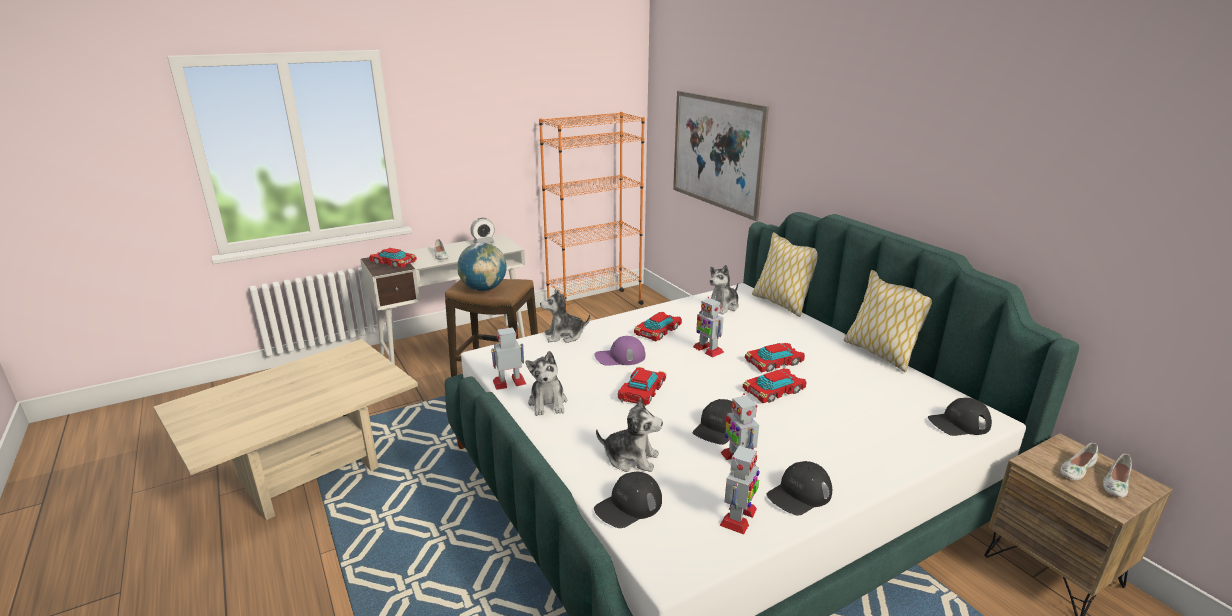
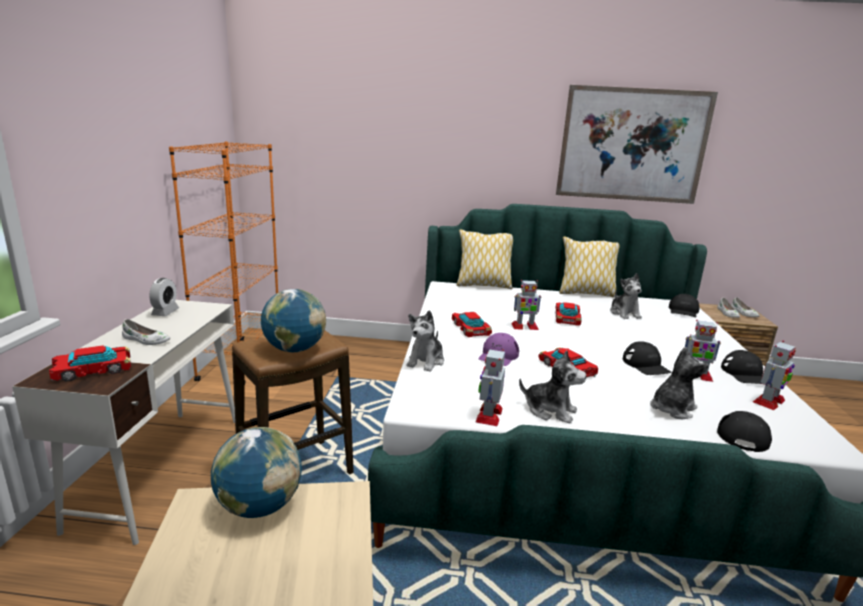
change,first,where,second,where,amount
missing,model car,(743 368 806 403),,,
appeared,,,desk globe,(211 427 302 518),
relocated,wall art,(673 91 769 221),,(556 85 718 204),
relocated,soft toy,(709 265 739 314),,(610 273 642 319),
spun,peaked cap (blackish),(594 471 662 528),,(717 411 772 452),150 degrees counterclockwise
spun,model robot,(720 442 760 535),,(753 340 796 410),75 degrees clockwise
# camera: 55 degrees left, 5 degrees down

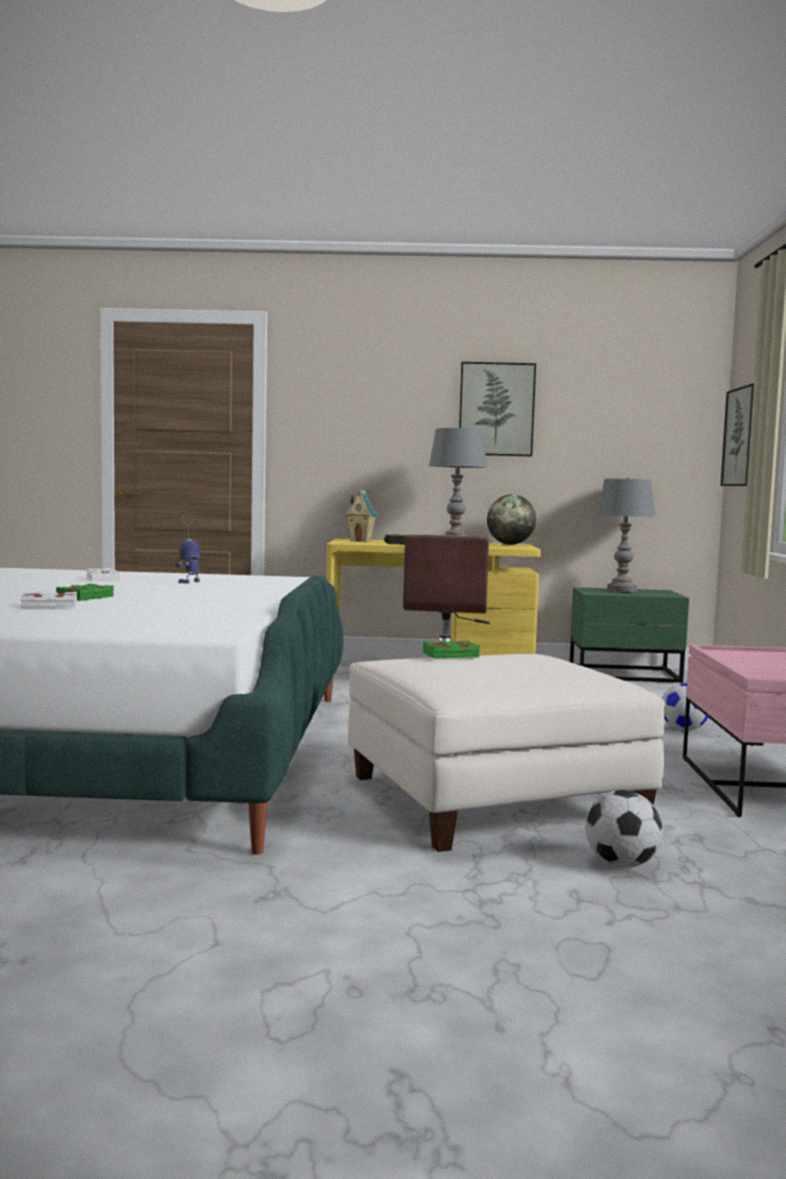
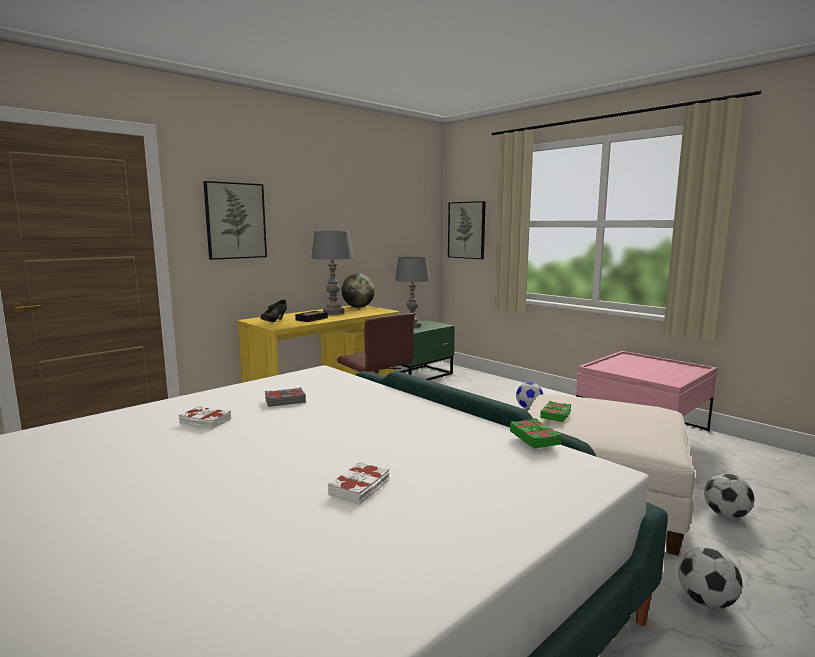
change,first,where,second,where,amount
appeared,,,football,(678 547 742 609),
relocated,book (greenish),(56 584 114 601),,(510 418 562 449),
relocated,wall art,(459 362 536 456),,(203 181 267 260),
exchanged,model robot,(176 516 200 583),book (grey),(265 387 306 407),
exchanged,model house,(344 490 378 542),item of footwear (blackish),(260 300 287 322),
# camera: 45 degrees left, 5 degrees up

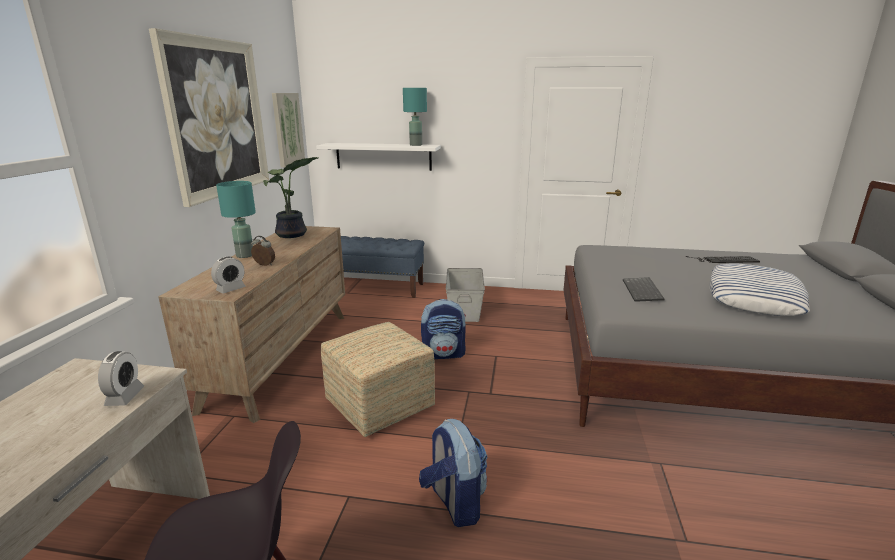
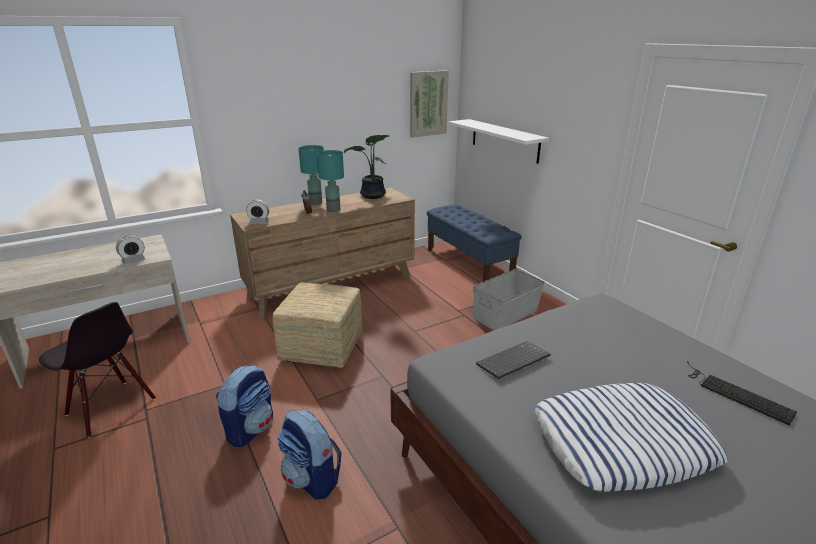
change,first,where,second,where,amount
missing,wall art,(149 28 269 207),,,
relocated,tabletop lamp (turquoise),(403 88 427 146),,(317 150 344 212),
relocated,rucksack,(421 299 466 359),,(277 410 342 500),
# camera: 50 degrees right, 5 degrees up

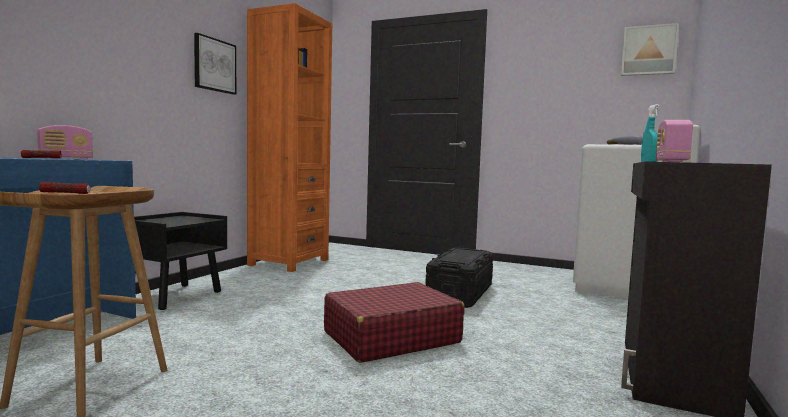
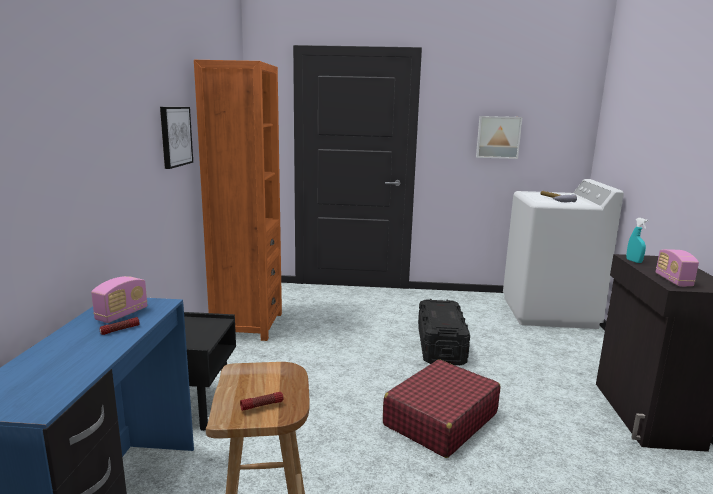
change,first,where,second,where,amount
relocated,wall art,(621 23 679 76),,(476 116 523 159),
# camera: 20 degrees left, 10 degrees up

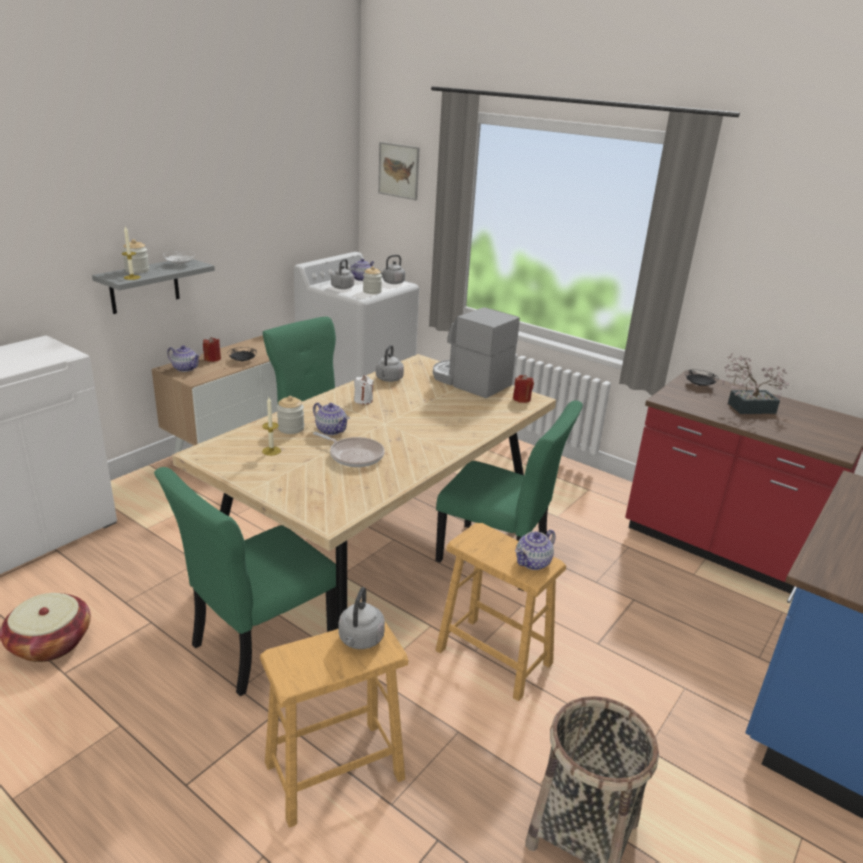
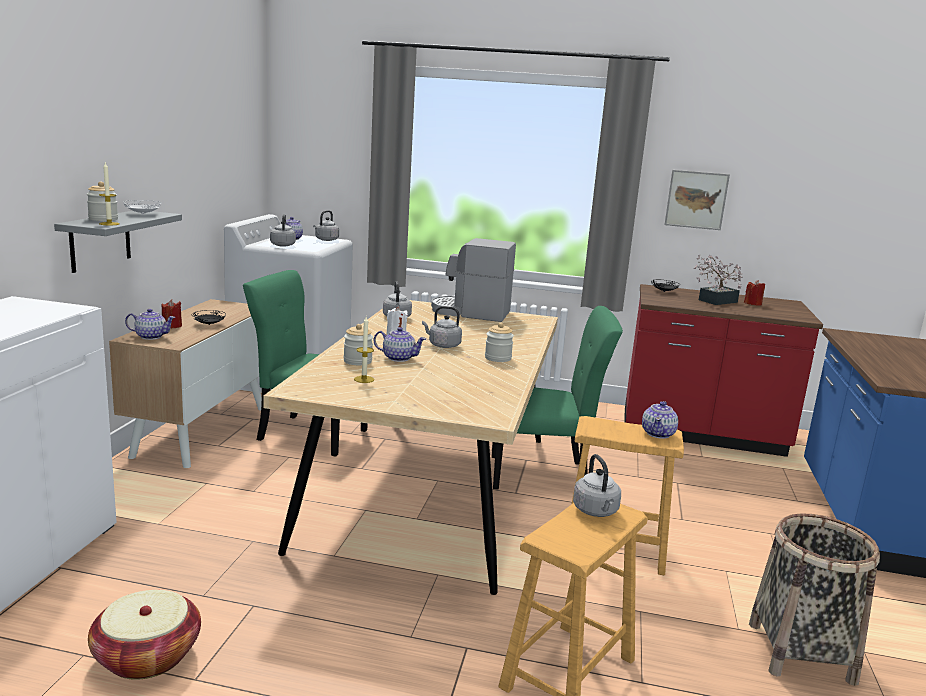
change,first,where,second,where,amount
missing,plain chair (greenish),(154 467 336 696),,,
missing,skillet,(313 432 385 467),,,
appeared,,,water kettle (grey),(422 306 462 348),
relocated,jar,(363 266 382 294),,(485 323 514 362),
relocated,wall art,(378 142 420 200),,(664 170 730 230),
relocated,wax candle (red-coloured),(513 375 534 403),,(744 280 765 306),
# camera: 25 degrees left, 10 degrees down

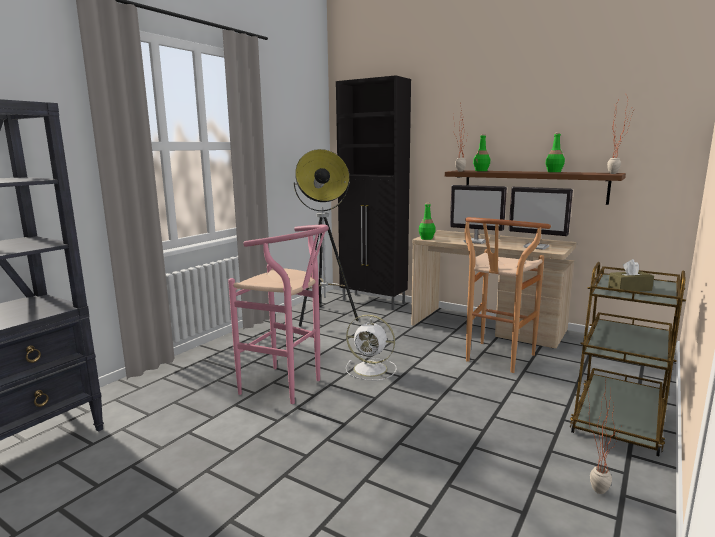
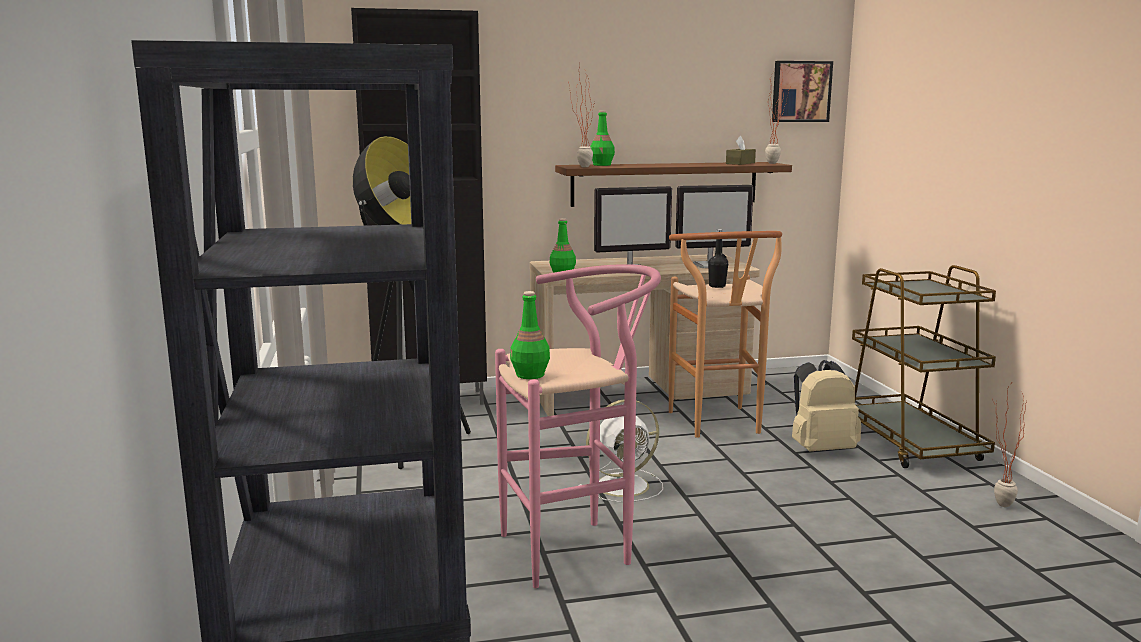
change,first,where,second,where,amount
appeared,,,drink bottle (blackish),(708 229 728 288),
appeared,,,wall art,(772 61 833 122),
appeared,,,rucksack (beige-coloured),(792 360 861 451),
relocated,drink bottle (greenish),(545 133 565 172),,(510 291 550 379),
relocated,tissue box (brownish),(608 259 654 292),,(726 136 756 165),
# camera: 45 degrees left, 0 degrees up

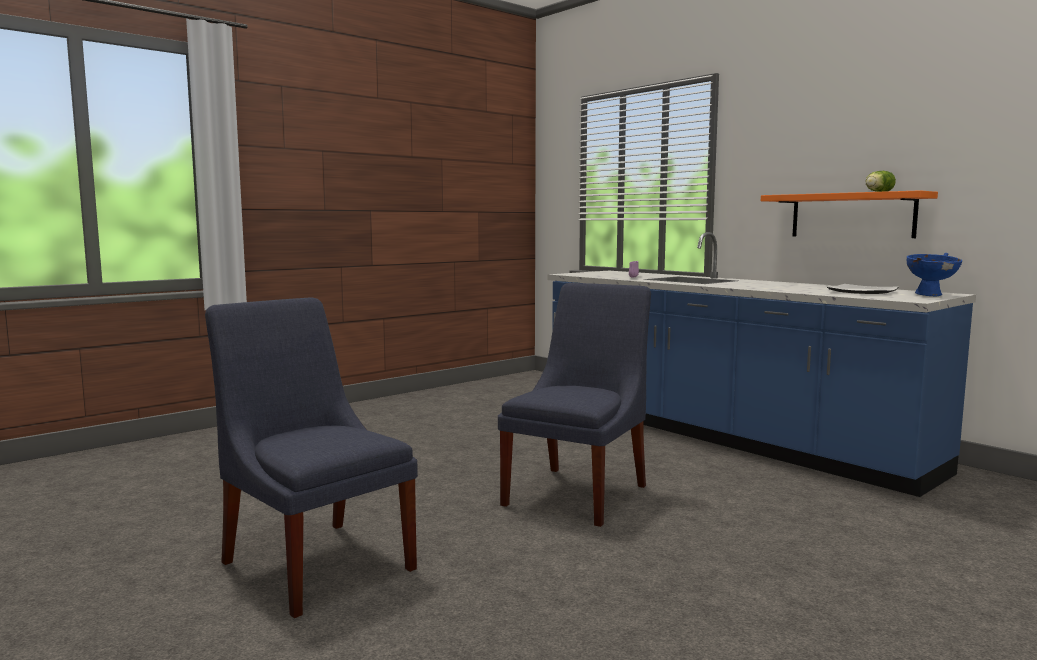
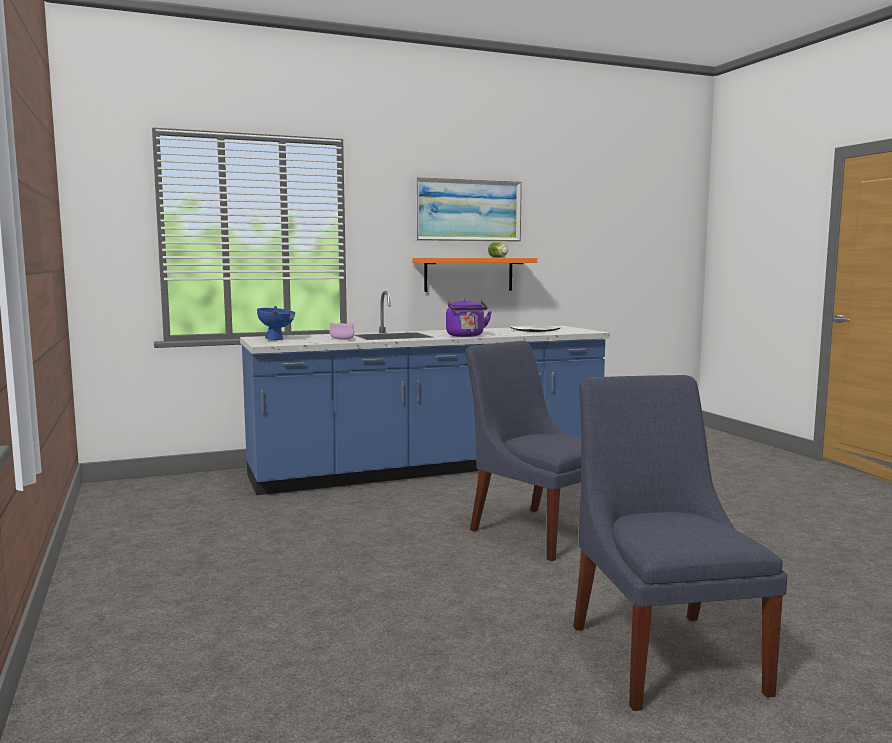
change,first,where,second,where,amount
appeared,,,wall art,(415 177 522 242),
appeared,,,water kettle (purple),(446 298 492 337),
relocated,serving bowl (blue),(907 253 962 296),,(257 306 295 340),
spun,plain chair (blue),(205 297 418 618),,(573 375 787 711),105 degrees clockwise
# camera: 70 degrees left, 0 degrees up

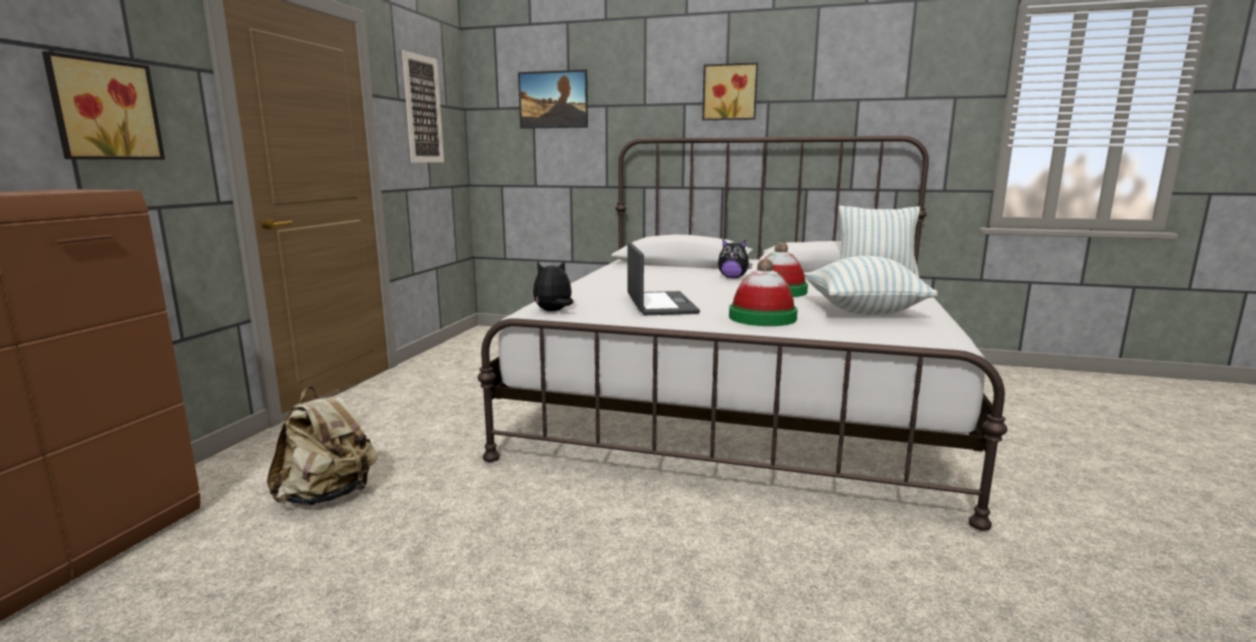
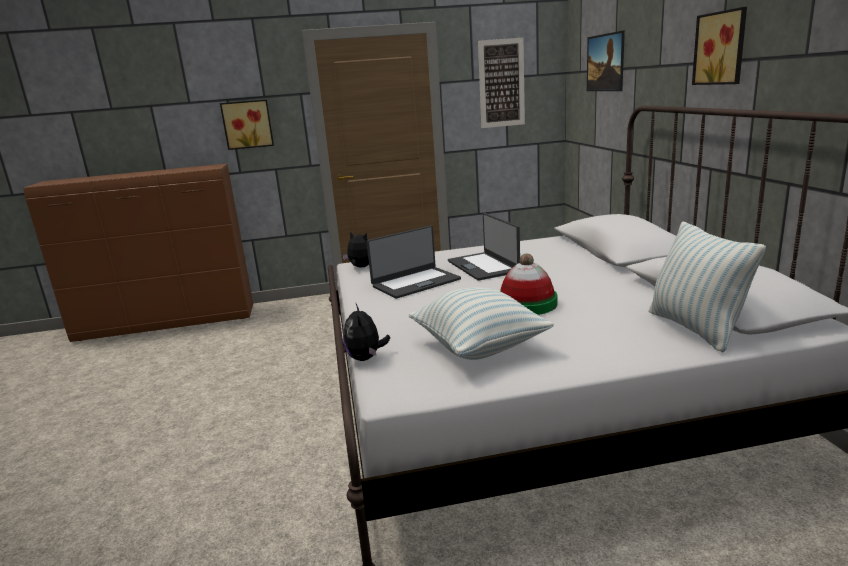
change,first,where,second,where,amount
missing,rucksack (beige-coloured),(267 386 378 505),,,
missing,wearable hat,(729 259 797 326),,,
appeared,,,notebook computer,(448 213 520 281),
relocated,soft toy,(718 240 752 278),,(343 304 390 361),
# camera: 65 degrees right, 5 degrees up

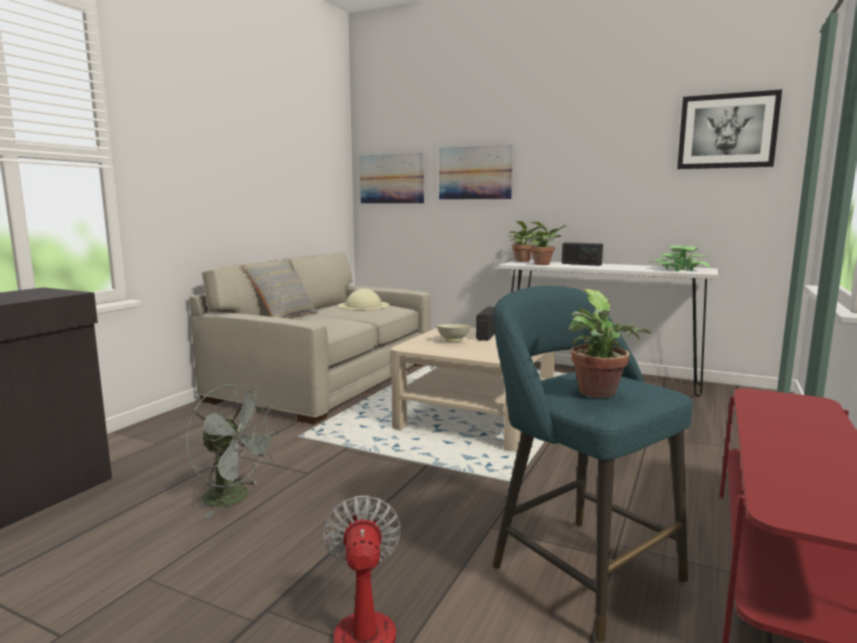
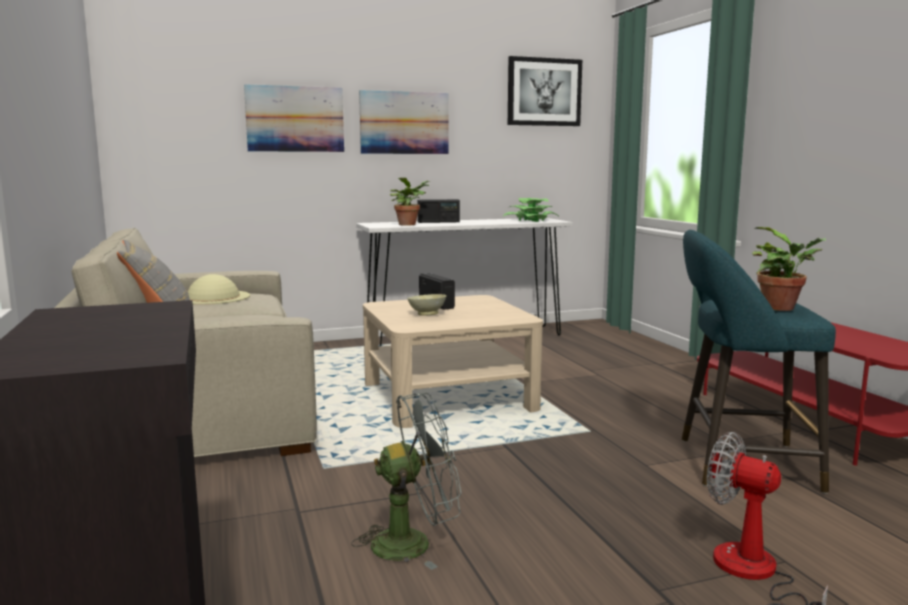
change,first,where,second,where,amount
missing,houseplant,(508 221 544 262),,,
relocated,wall art,(360 153 424 204),,(359 90 449 154),
# camera: 45 degrees left, 0 degrees up

